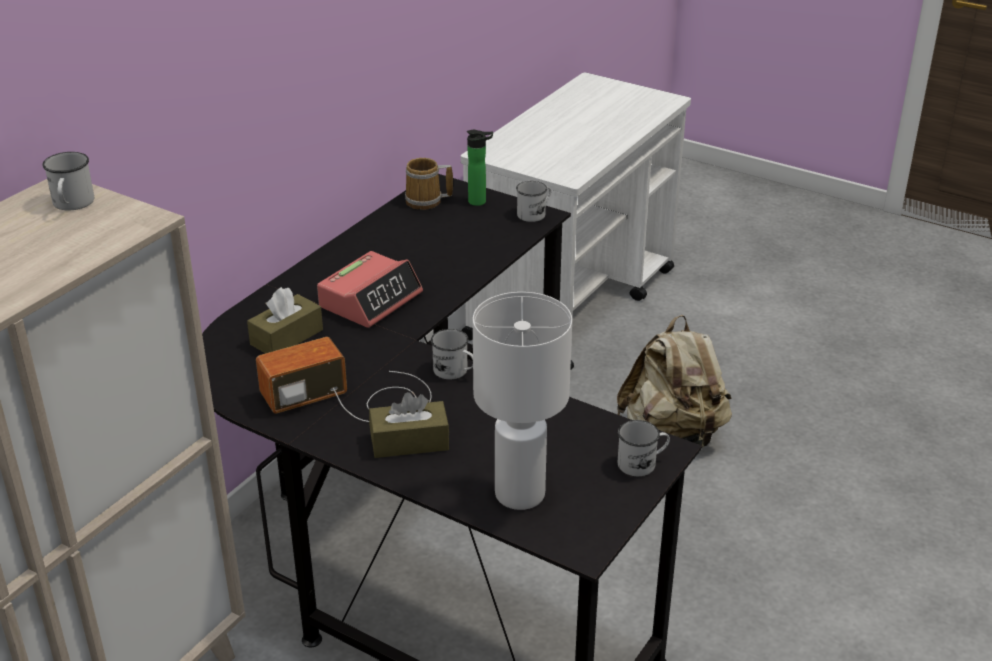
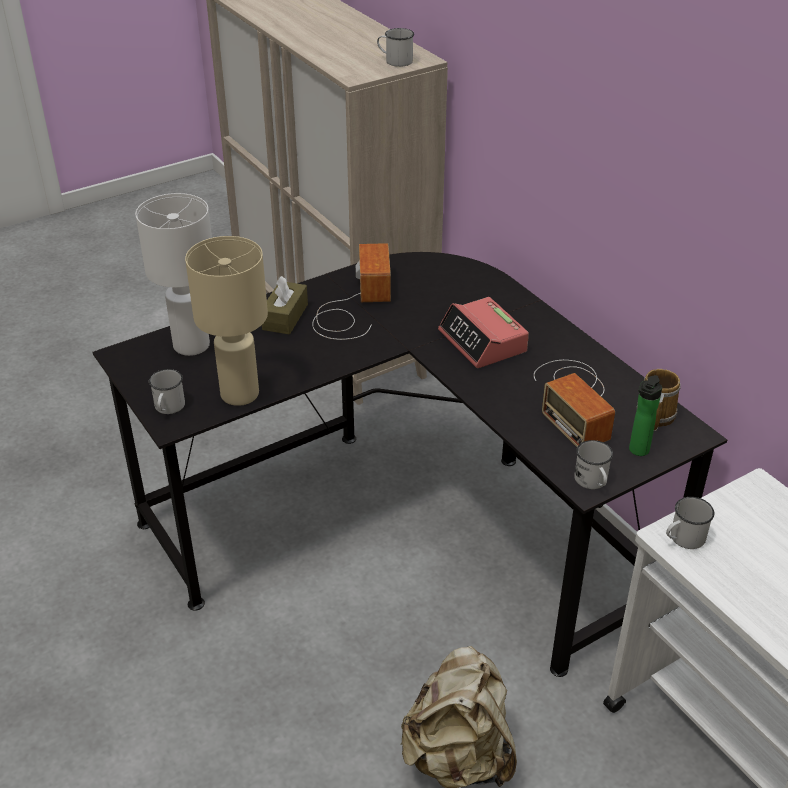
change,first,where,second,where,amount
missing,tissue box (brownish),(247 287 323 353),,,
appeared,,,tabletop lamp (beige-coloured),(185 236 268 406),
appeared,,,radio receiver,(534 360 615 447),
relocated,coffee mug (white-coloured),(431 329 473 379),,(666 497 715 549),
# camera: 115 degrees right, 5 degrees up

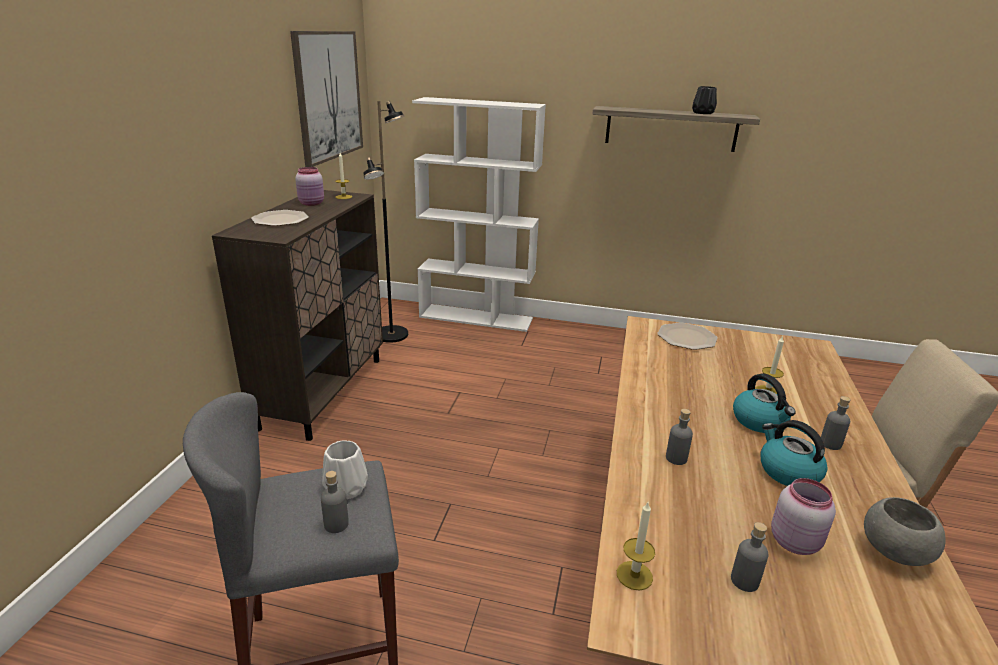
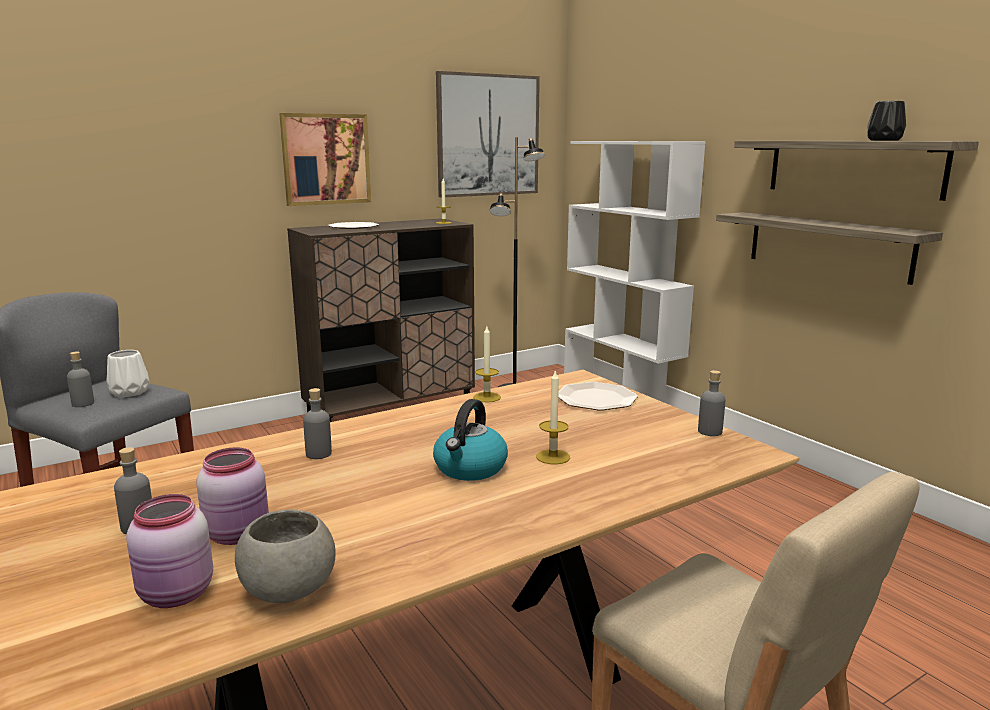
change,first,where,second,where,amount
missing,water kettle,(760 420 827 486),,,
appeared,,,wall art,(279 113 371 206),
appeared,,,shelf,(716 212 943 285),
relocated,jar (pink),(295 167 324 206),,(126 494 213 608),
relocated,wax candle,(617 502 655 591),,(473 326 501 402),
relocated,drink bottle (grey),(821 396 850 450),,(698 370 726 436),
# camera: 45 degrees right, 10 degrees down

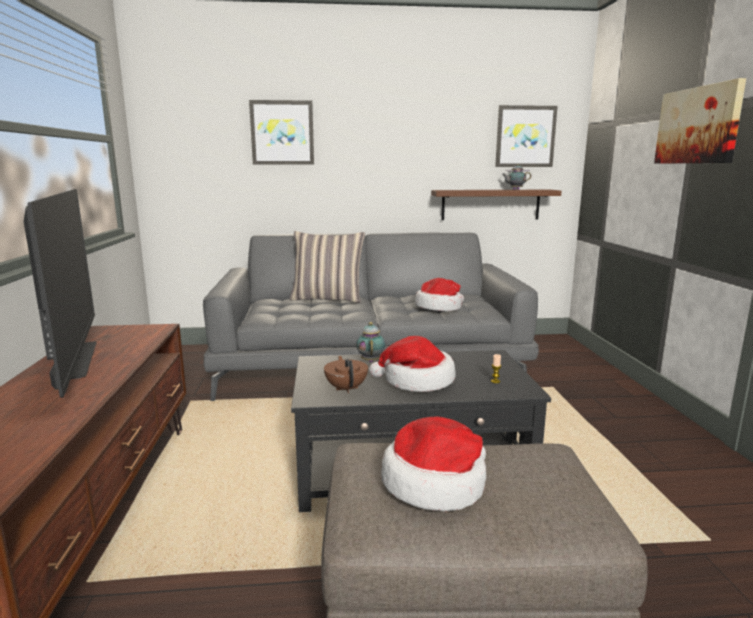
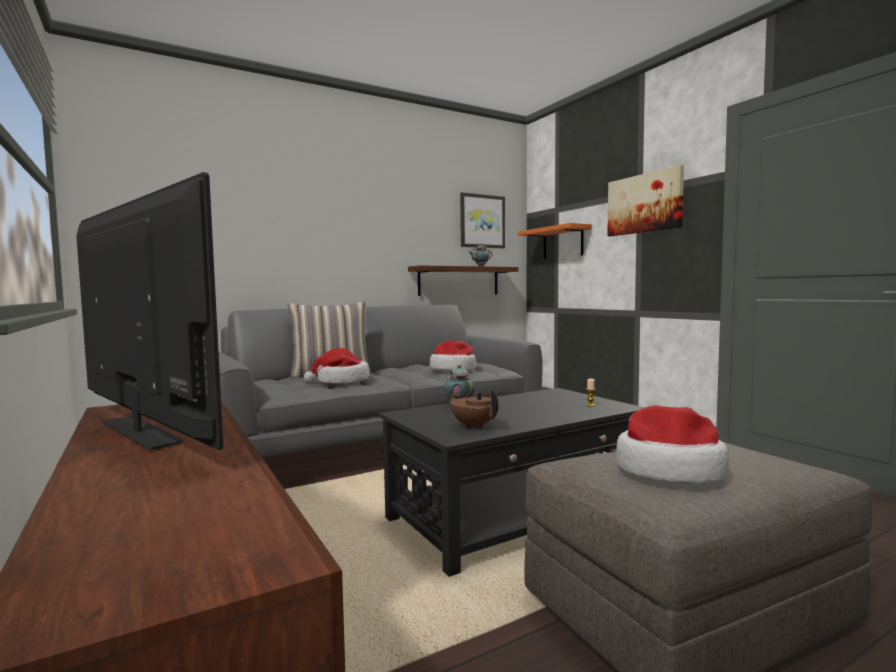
change,first,where,second,where,amount
missing,wall art,(249 100 314 165),,,
appeared,,,shelf (orange-coloured),(518 223 592 259),
relocated,wearable hat,(369 336 456 392),,(304 348 370 383),
# camera: 25 degrees left, 10 degrees down

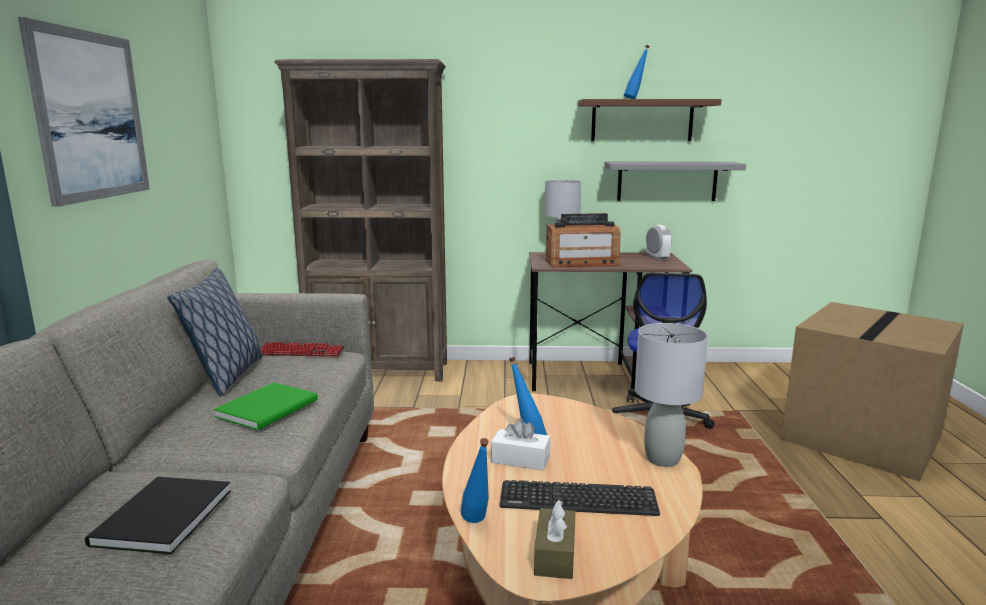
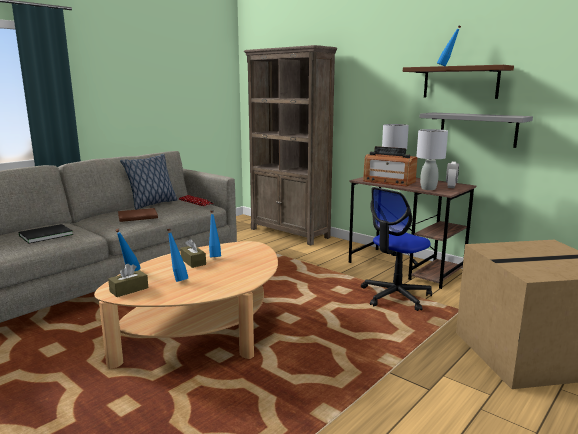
change,first,where,second,where,amount
missing,wall art,(18 17 150 207),,,
relocated,tabletop lamp (grey),(635 323 708 467),,(416 129 448 190),
exchanged,computer keyboard,(499 480 660 516),drink bottle (blue),(167 228 188 282),
colour,book (greenish),(213 382 318 430),book (brownish),(118 208 158 222),
colour,tissue box (white-coloured),(491 418 550 470),tissue box (brownish),(180 239 206 268),
# camera: 40 degrees right, 0 degrees up

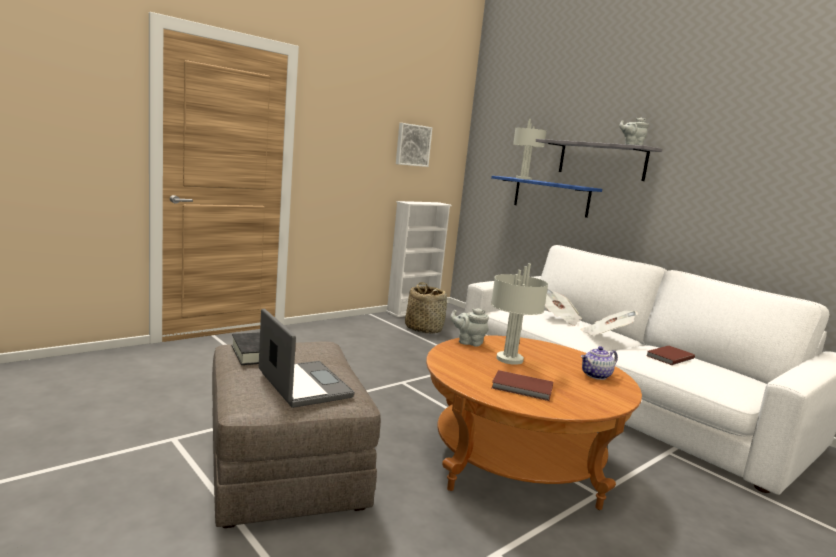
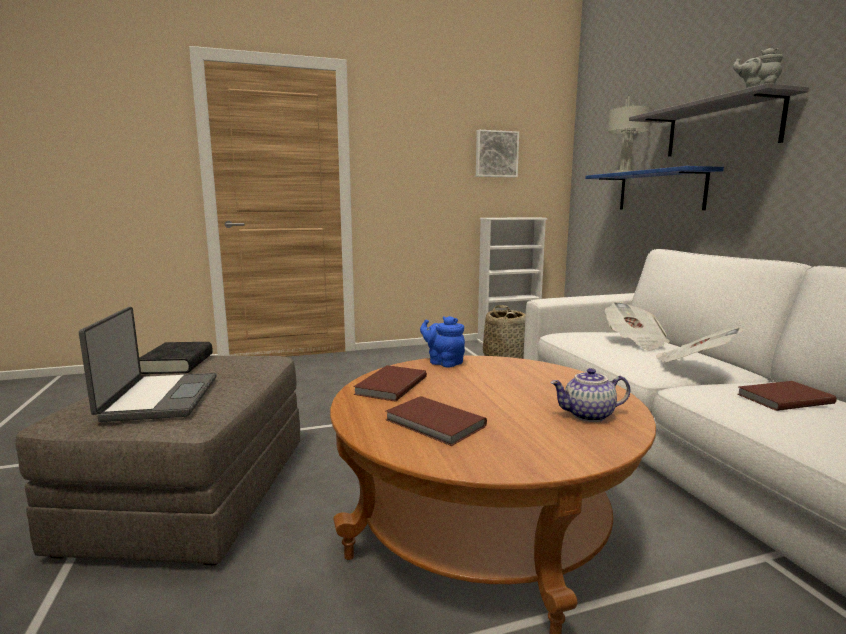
change,first,where,second,where,amount
missing,tabletop lamp (grey),(491 264 548 365),,,
appeared,,,book (brownish),(353 365 427 402),
colour,teapot (grey),(450 308 489 347),teapot (blue),(420 316 465 367),
# camera: 25 degrees right, 0 degrees up

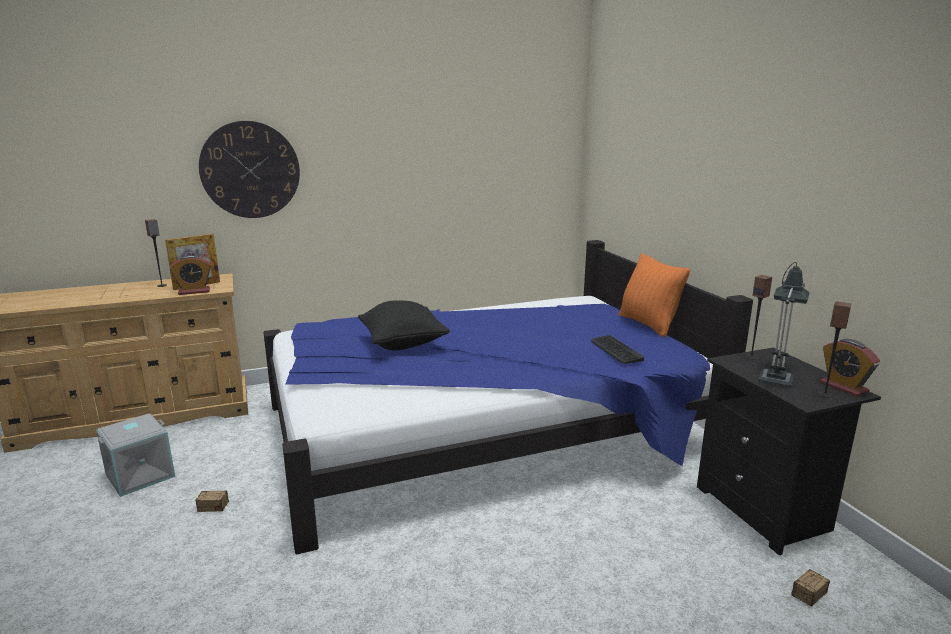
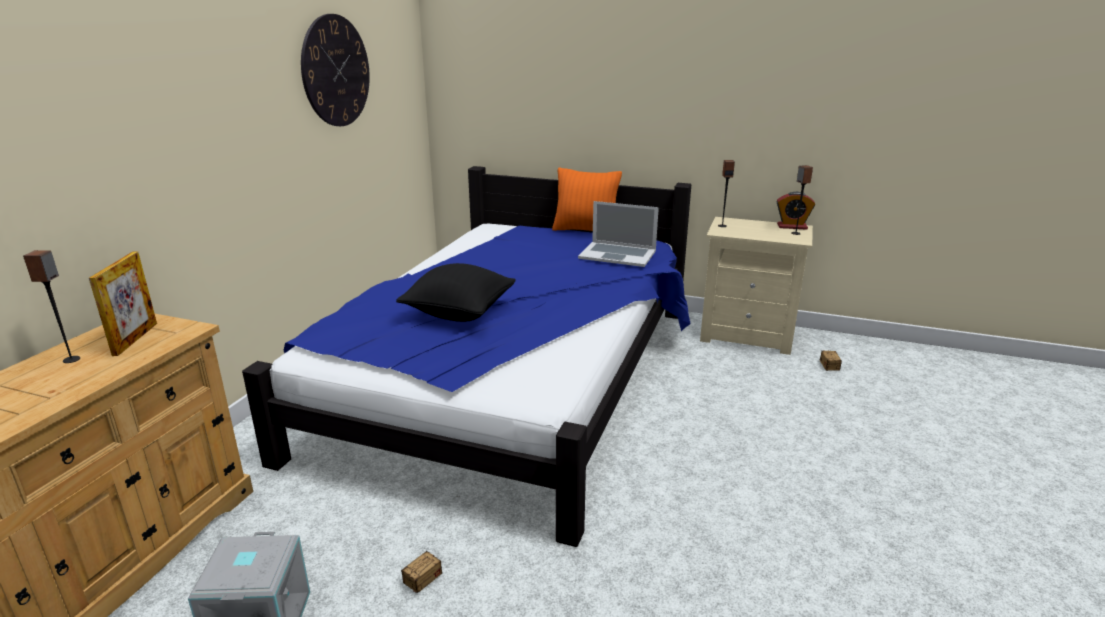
change,first,where,second,where,amount
missing,table clock,(170 255 211 295),,,
missing,tabletop lamp,(758 262 810 387),,,
relocated,wall clock,(199 121 300 218),,(301 14 370 126),
exchanged,computer keyboard,(591 335 644 364),notebook computer,(578 201 659 267),
colour,nightstand (blackish),(697 348 881 555),nightstand (beige-coloured),(700 217 813 355),
# camera: 50 degrees left, 5 degrees up

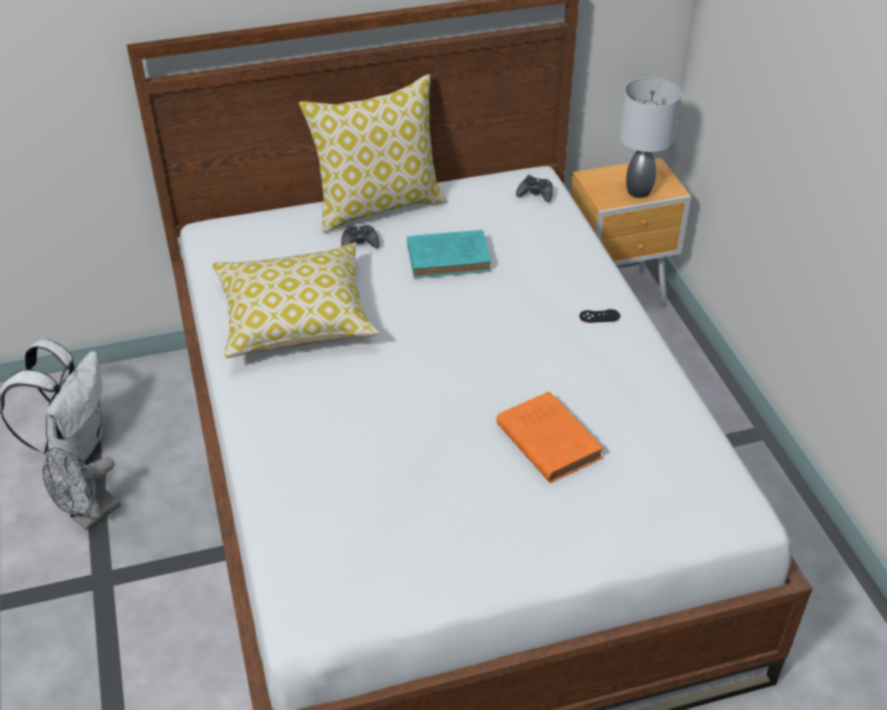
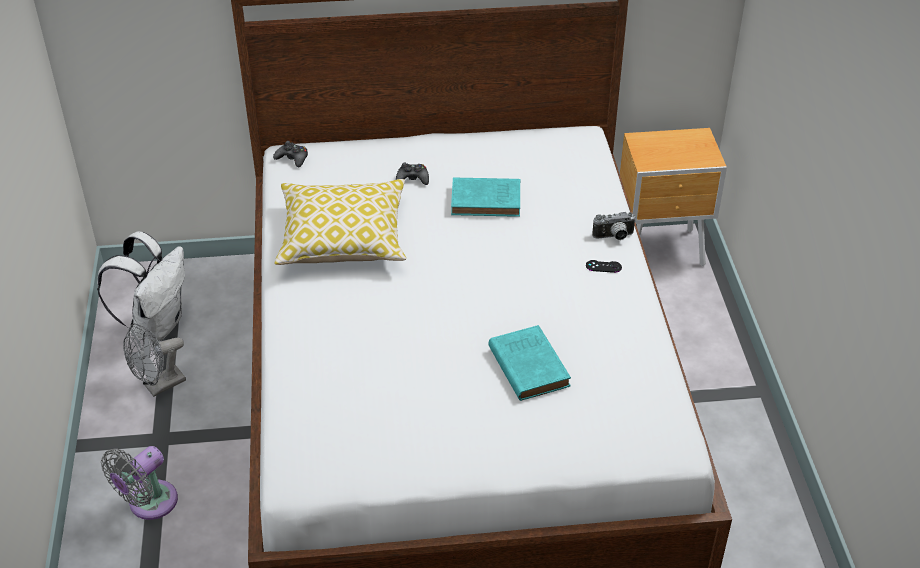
change,first,where,second,where,amount
missing,pillow,(299 74 447 233),,,
missing,tabletop lamp (grey),(619 77 681 198),,,
appeared,,,fan (grey),(101 446 178 520),
appeared,,,photo camera,(592 212 636 240),
relocated,joypad (blackish),(516 175 553 202),,(273 141 308 167),
colour,book (orange-coloured),(496 391 604 483),book (turquoise),(488 325 571 401),
# camera: 10 degrees right, 0 degrees up

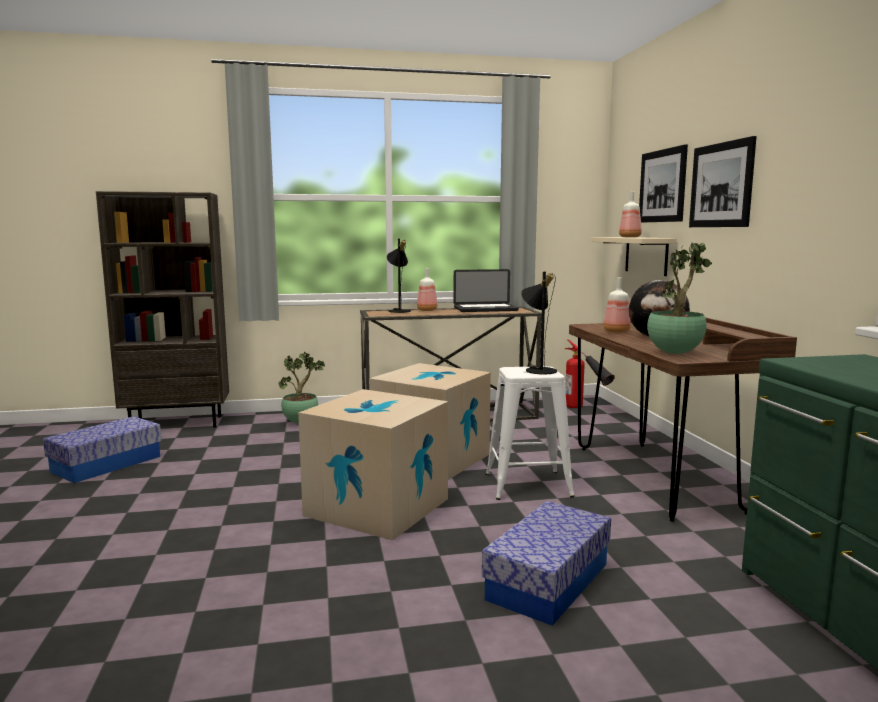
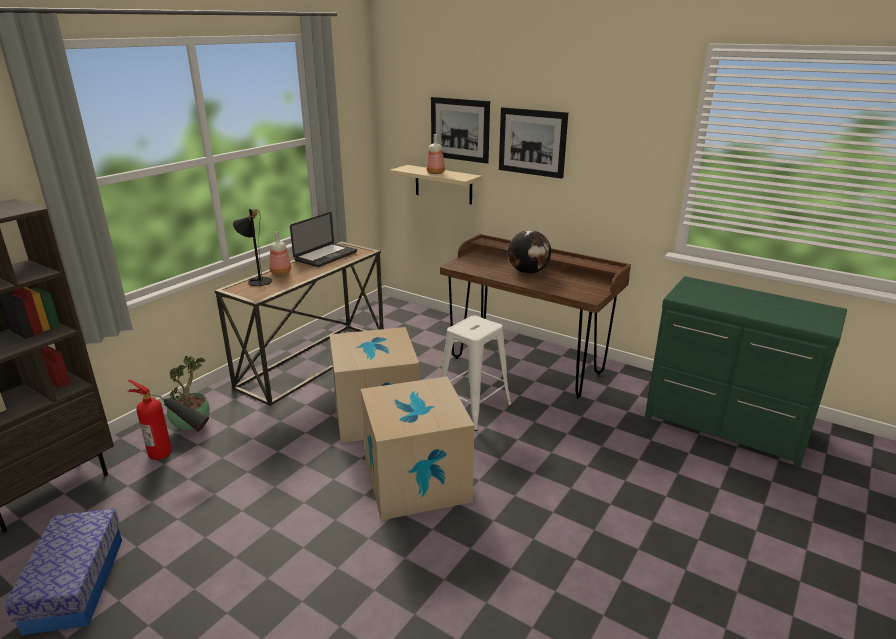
change,first,where,second,where,amount
missing,storage box,(482 501 611 626),,,
missing,tabletop lamp (blackish),(521 271 557 375),,,
missing,drink bottle,(603 278 631 333),,,
missing,houseplant,(647 243 712 354),,,
relocated,fire-fighting cylinder,(565 339 615 408),,(127 379 209 460),
# camera: 45 degrees left, 15 degrees up

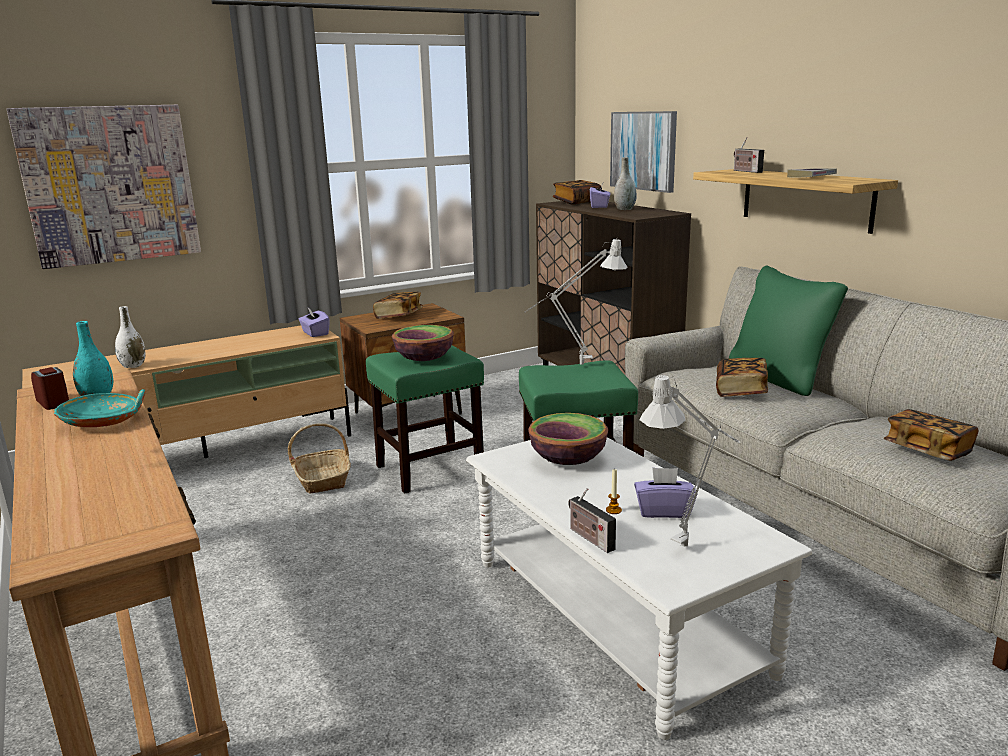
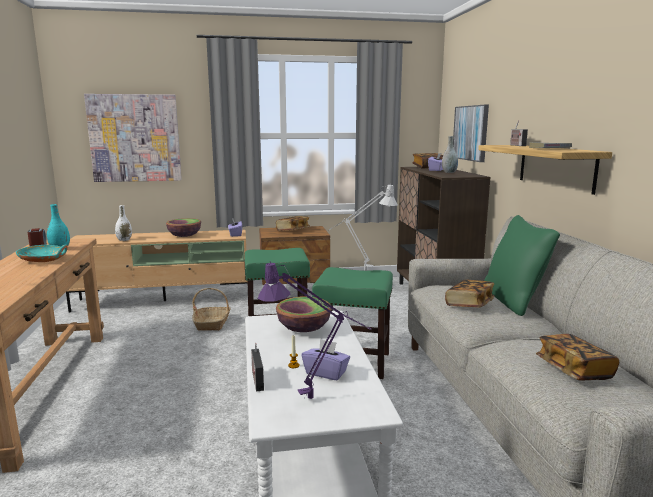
change,first,where,second,where,amount
relocated,serving bowl,(392 325 454 361),,(166 218 201 237),
colour,tabletop lamp (grey),(640 375 740 547),tabletop lamp (purple),(258 262 371 399),
# camera: 20 degrees right, 5 degrees down

